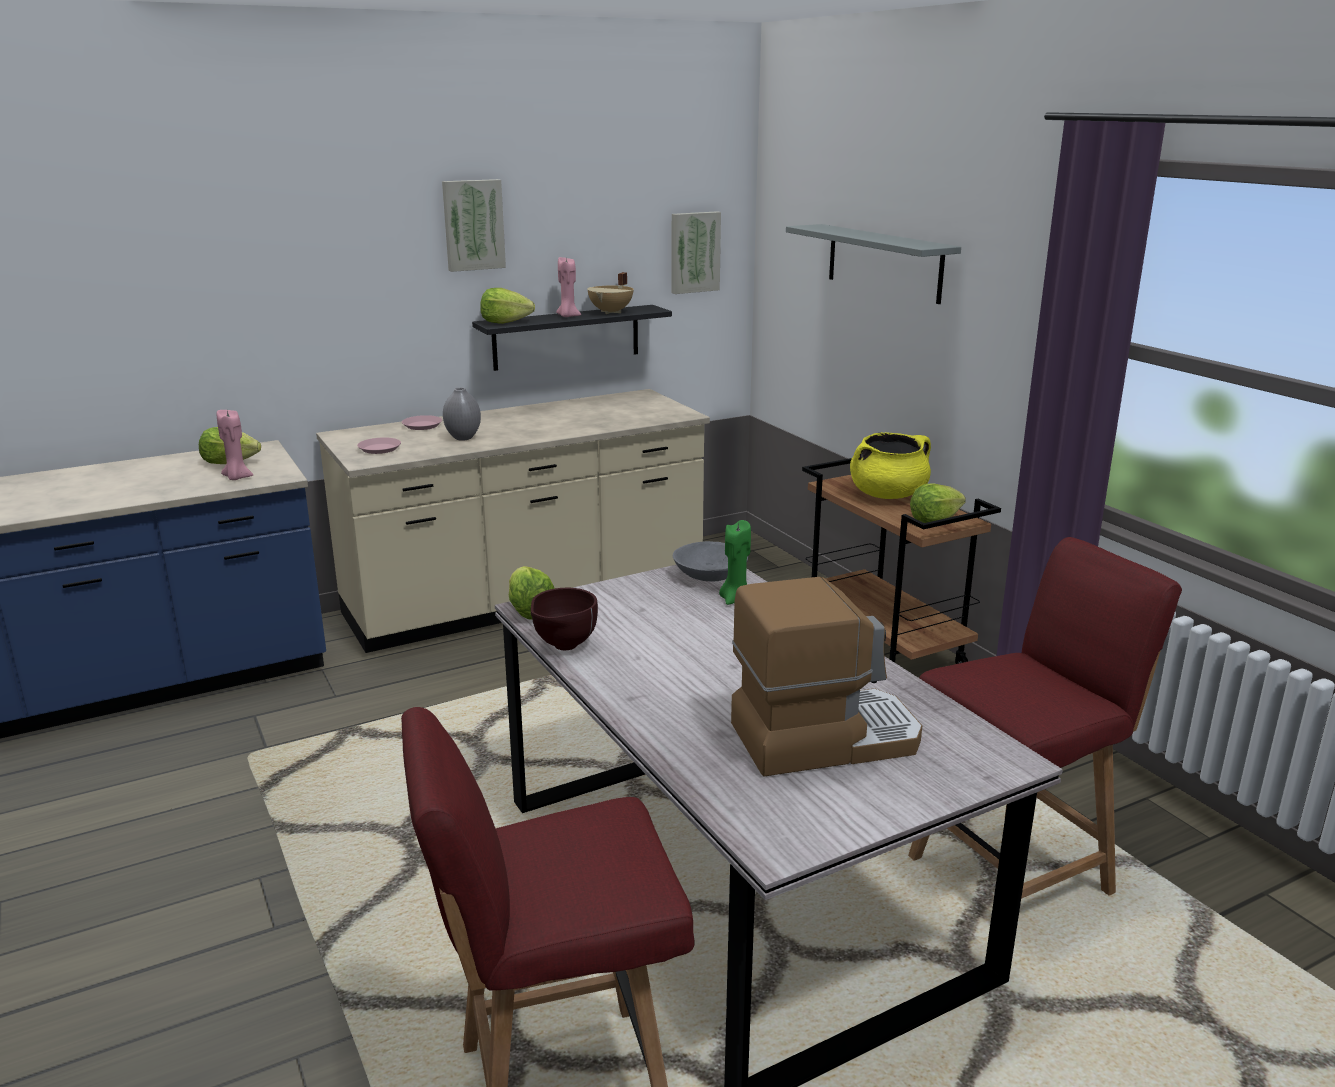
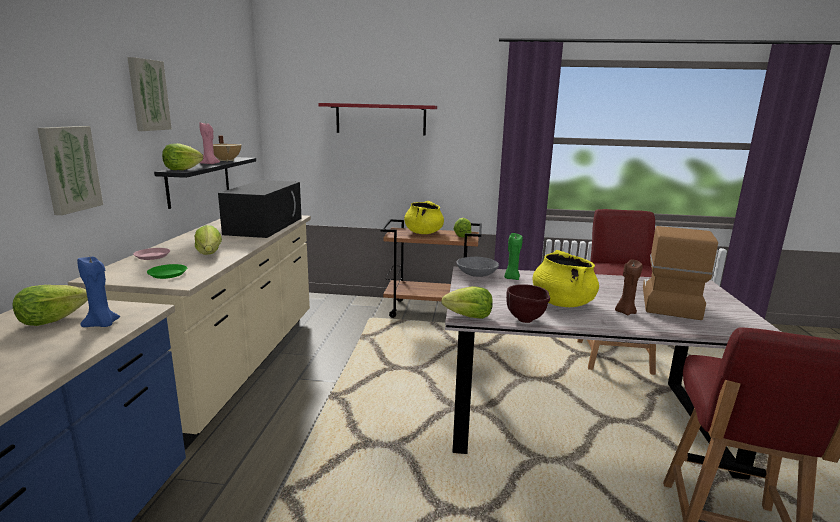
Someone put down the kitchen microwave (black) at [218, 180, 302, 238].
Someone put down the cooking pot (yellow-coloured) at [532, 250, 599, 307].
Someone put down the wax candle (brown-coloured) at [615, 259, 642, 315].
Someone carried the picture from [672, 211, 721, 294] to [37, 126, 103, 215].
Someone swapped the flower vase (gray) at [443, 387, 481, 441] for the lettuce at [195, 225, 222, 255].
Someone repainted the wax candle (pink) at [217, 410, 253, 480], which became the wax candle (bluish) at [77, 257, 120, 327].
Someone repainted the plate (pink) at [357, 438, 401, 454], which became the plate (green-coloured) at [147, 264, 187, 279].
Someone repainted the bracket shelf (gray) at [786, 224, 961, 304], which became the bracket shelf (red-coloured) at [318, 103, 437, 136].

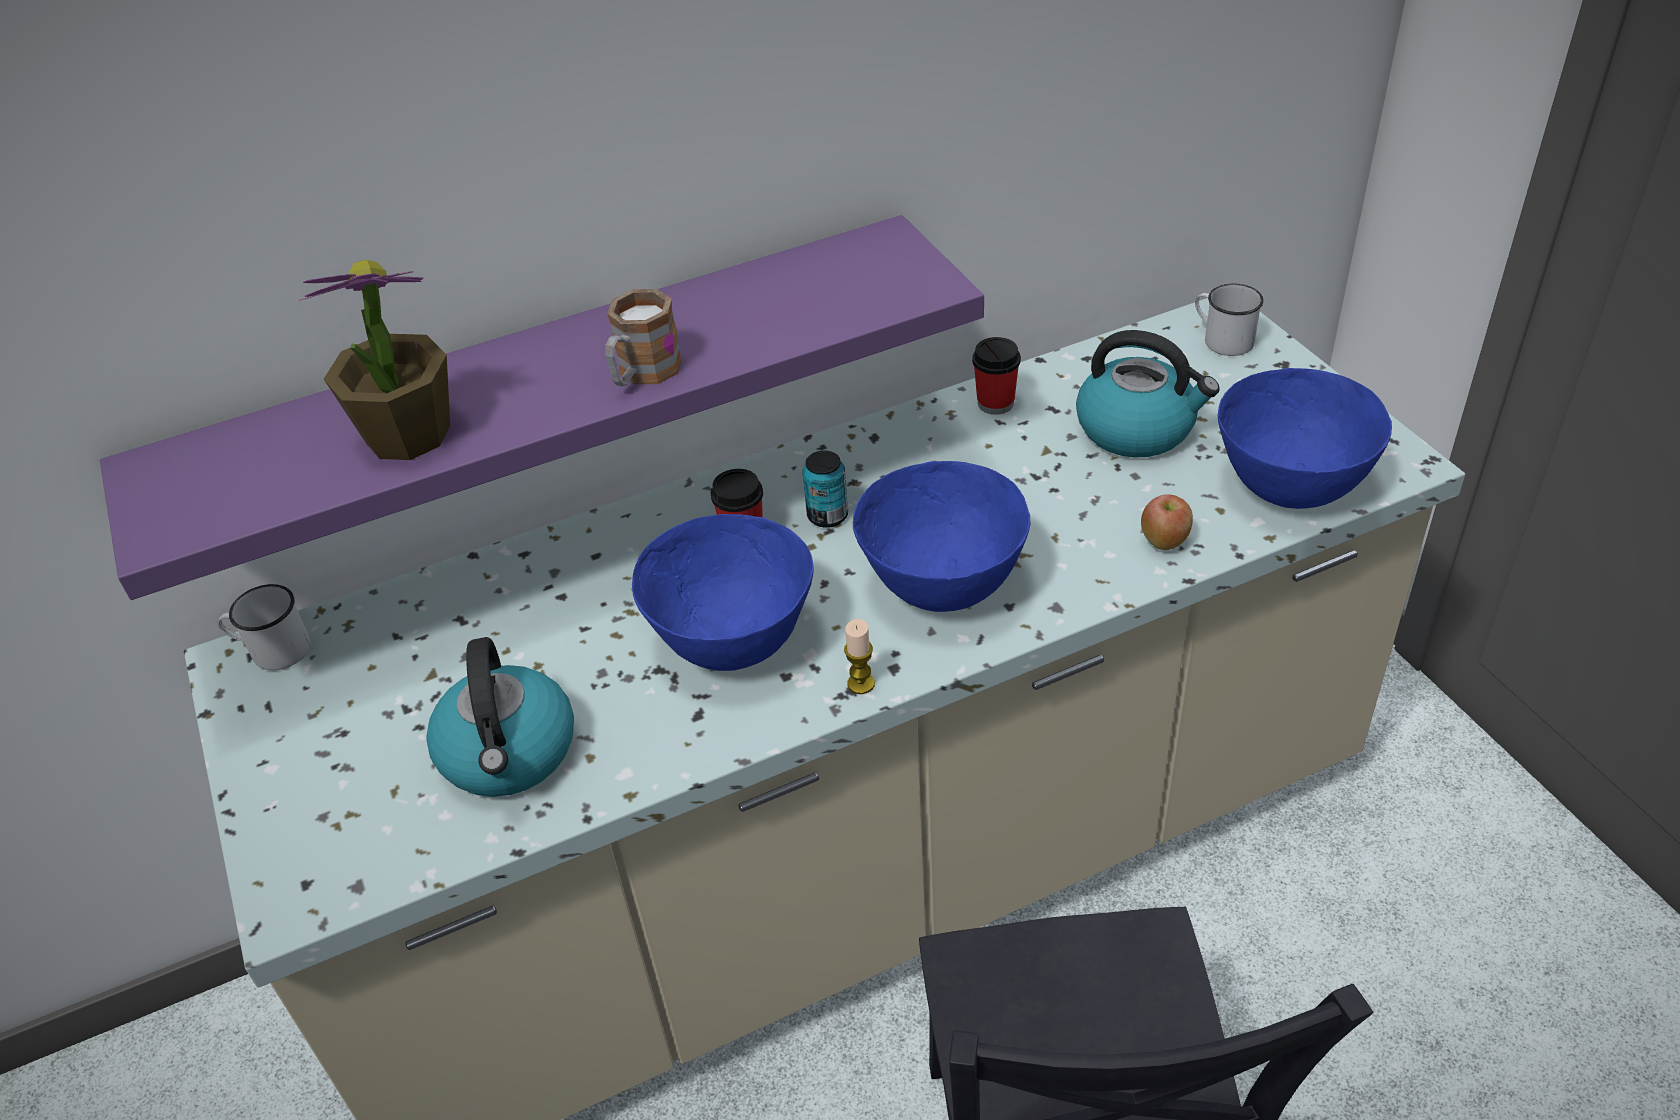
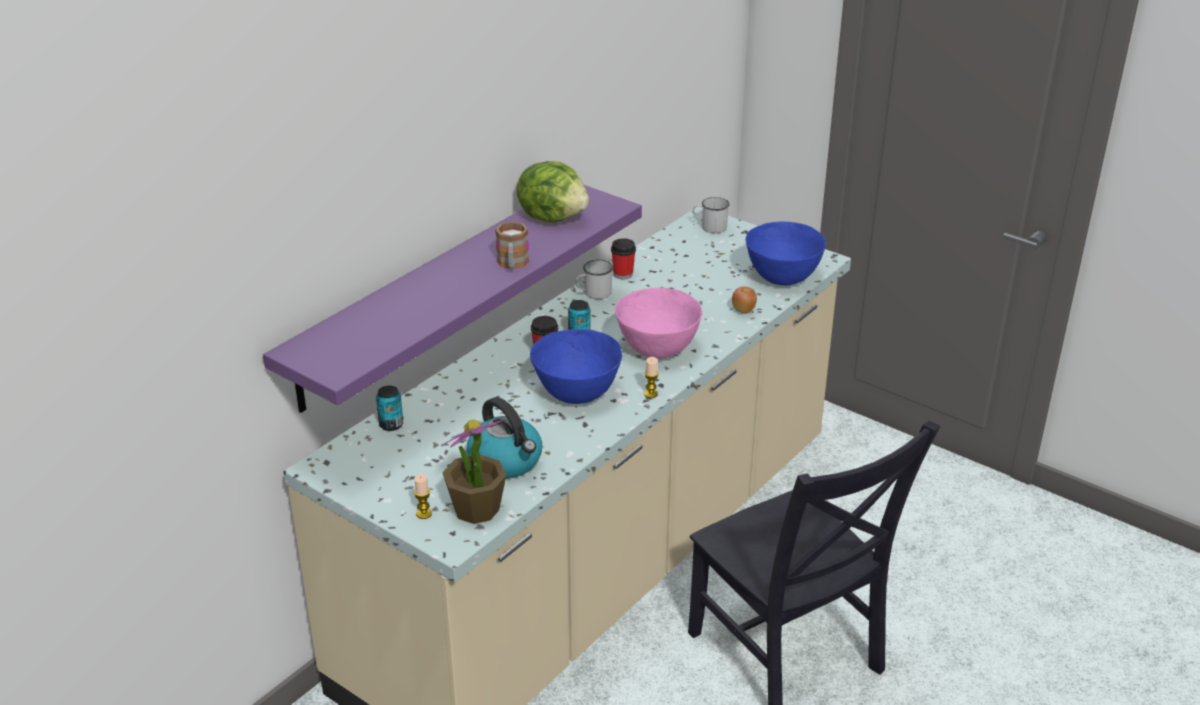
Someone took away the tea kettle at [1076, 330, 1220, 458].
Someone put down the metal can at [376, 386, 403, 431].
Someone put down the wax candle at [414, 474, 432, 519].
Someone put down the lettuce at [517, 161, 589, 222].
Someone carried the tea mug (white) from [218, 584, 311, 670] to [575, 260, 613, 299].
Someone carried the houseplant from [299, 260, 450, 460] to [441, 420, 506, 524].
Someone repainted the bowl (bluish) at [853, 461, 1030, 612], which became the bowl (pink) at [615, 288, 703, 359].

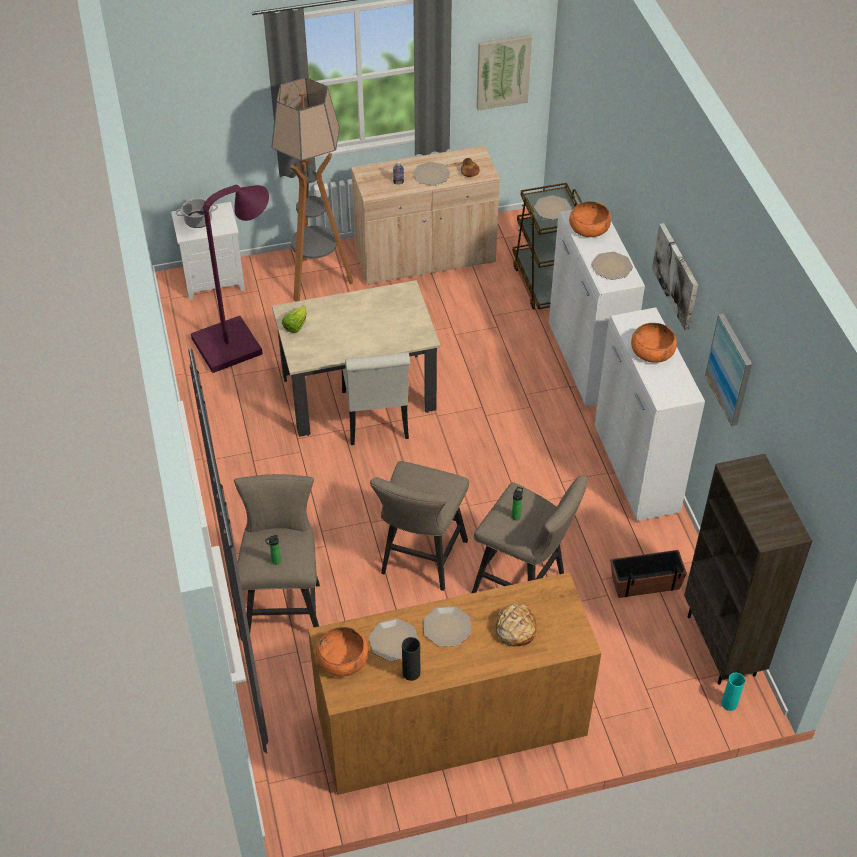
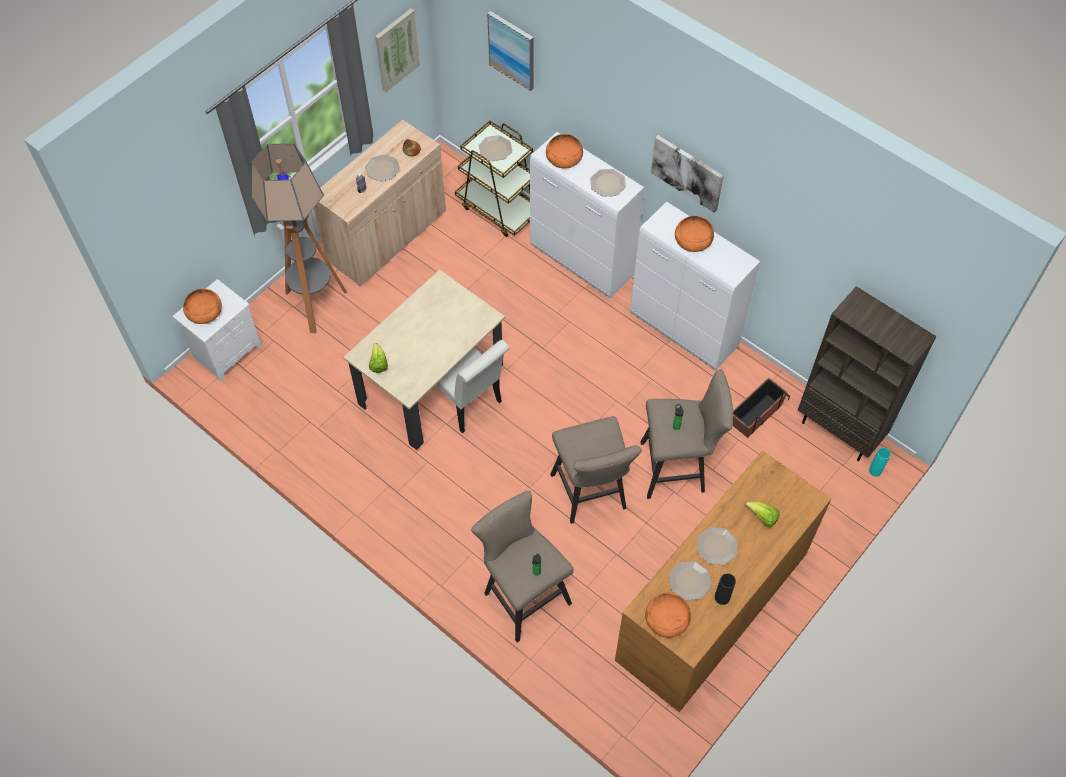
Someone took away the floor lamp (purple) at [191, 185, 269, 373].
Someone carried the picture from [705, 314, 752, 426] to [487, 11, 534, 91].
Someone swapped the cooking pot at [176, 198, 218, 228] for the bowl (orange-coloured) at [183, 289, 222, 324].
Someone swapped the bakery bread at [496, 603, 536, 647] for the lettuce at [745, 501, 780, 527].

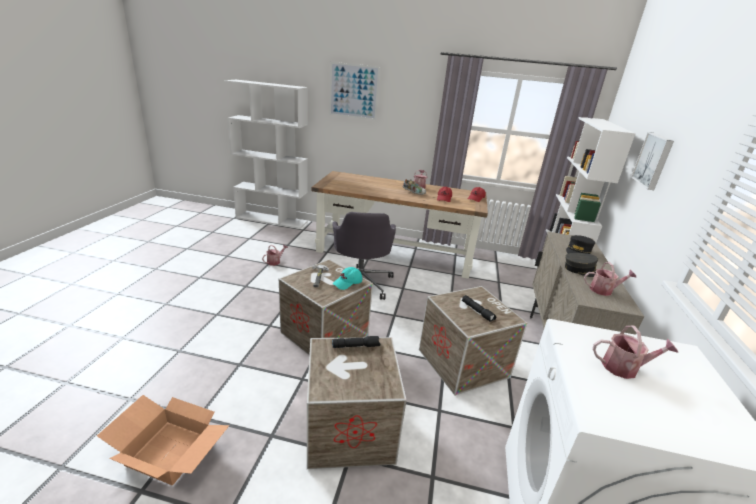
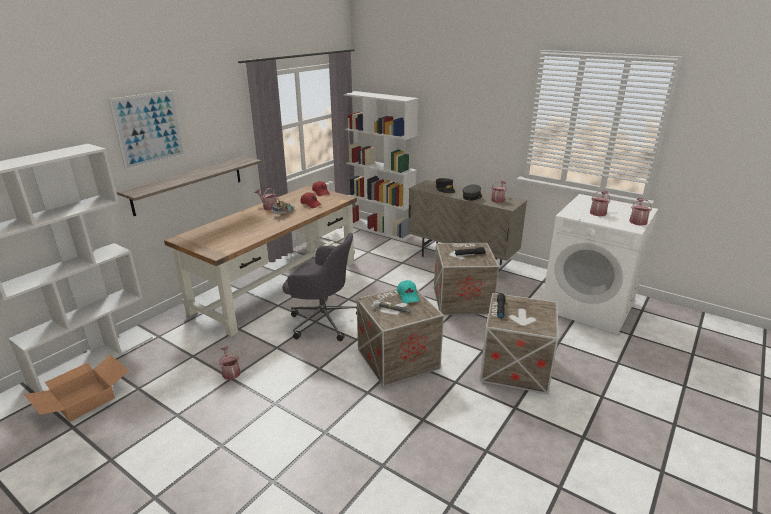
Someone took away the picture at [631, 132, 674, 190].
Someone put up the bracket shelf at [117, 156, 262, 216].
Someone put down the watering can at [629, 198, 652, 226].
Someone carried the carton from [97, 395, 230, 485] to [24, 354, 129, 422].

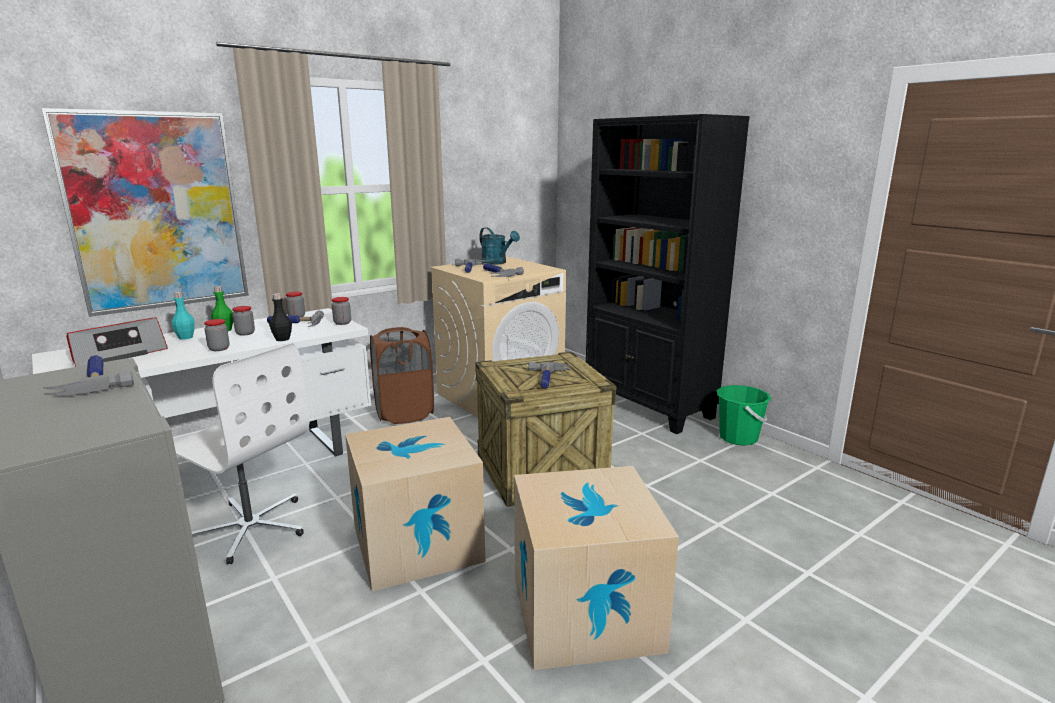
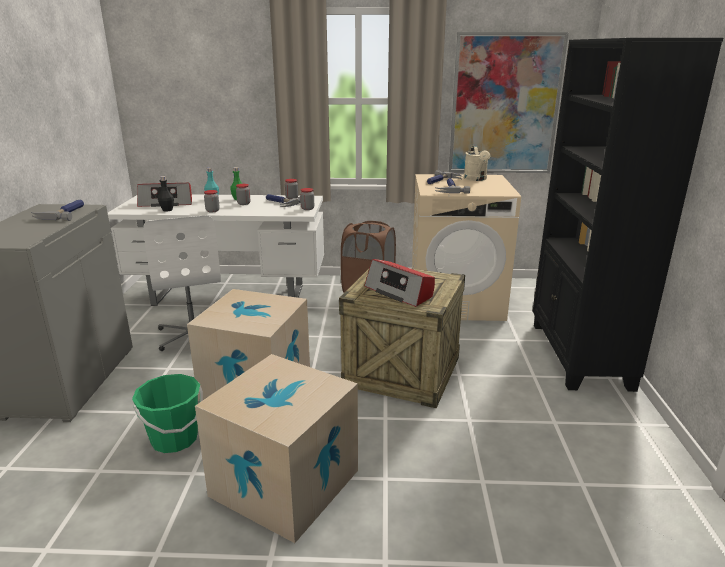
Someone carried the picture from [41, 108, 248, 317] to [449, 32, 569, 173].
Someone carried the bottle (black) from [269, 293, 292, 341] to [158, 176, 174, 212].
Someone carried the pail (green-coloured) from [716, 385, 771, 446] to [132, 374, 203, 453].
Someone swapped the tool hammer at [528, 362, 572, 389] for the radio set at [364, 259, 435, 307].
Someone repainted the watering can (turquoise-coloured) at [479, 227, 520, 265], which became the watering can (beige) at [464, 144, 490, 181].

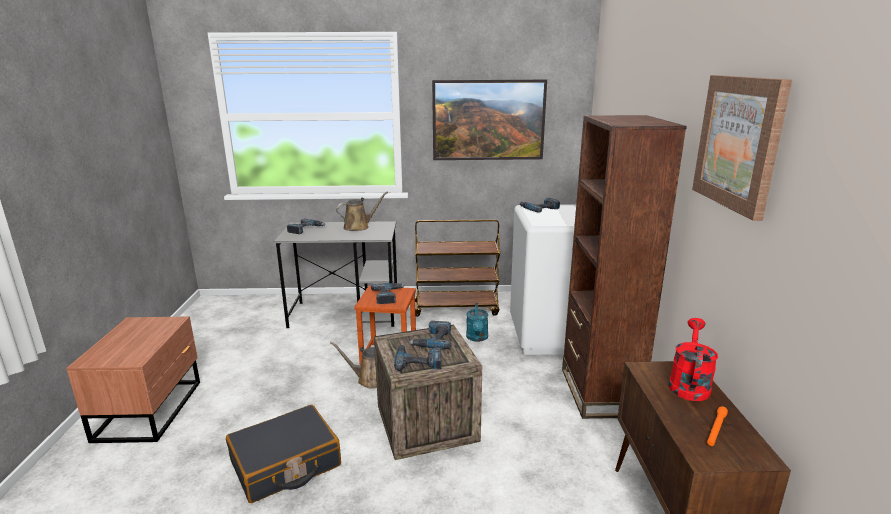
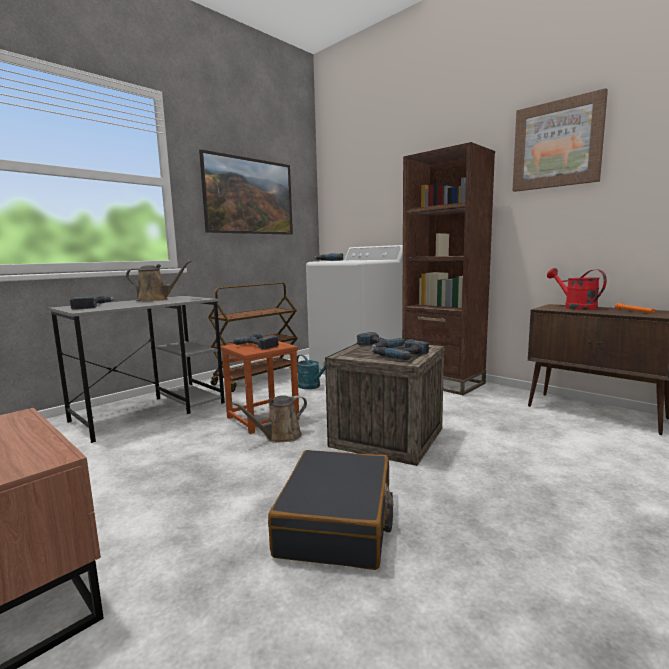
Someone rotated the watering can (brown-coloured) at [336, 192, 388, 231] by 75 degrees clockwise.

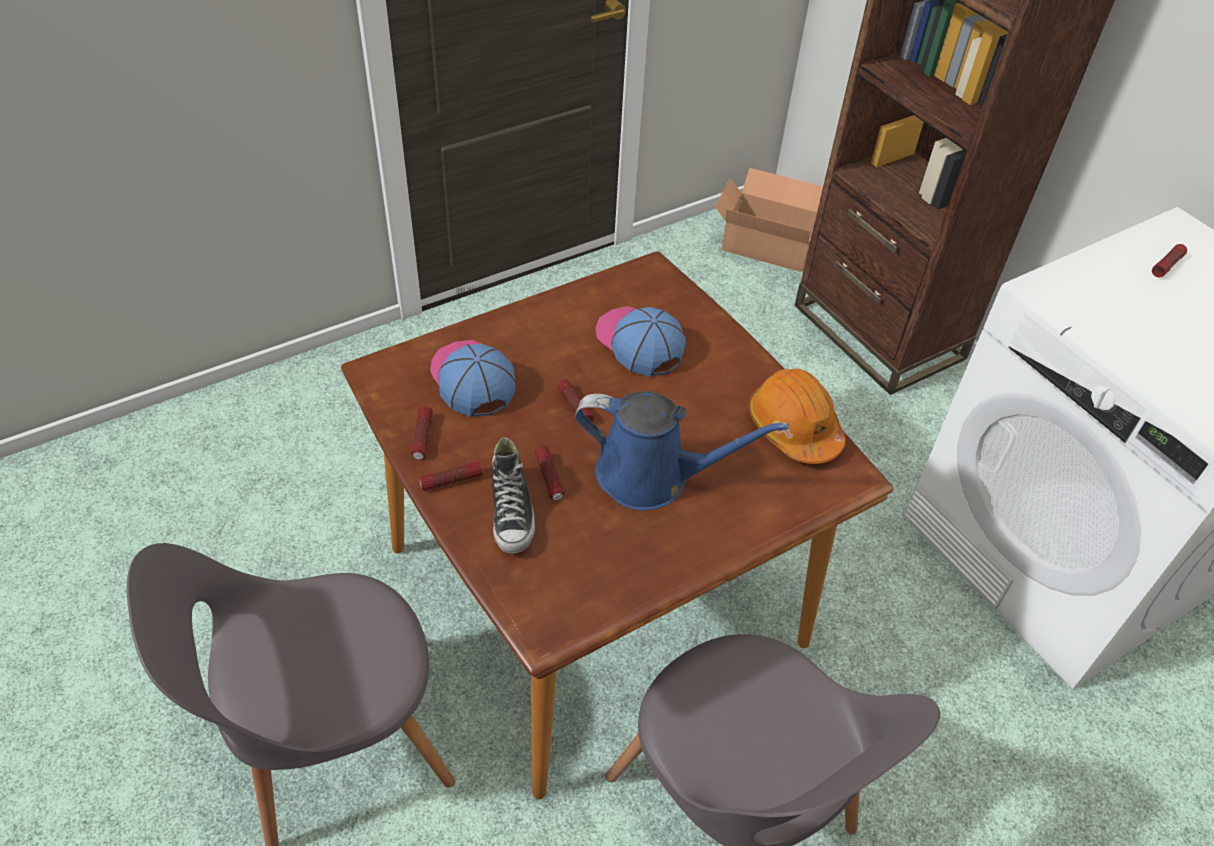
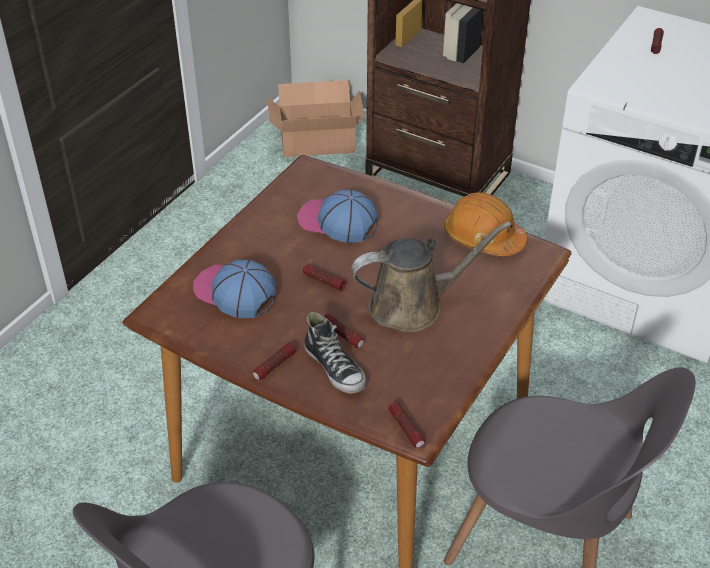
Someone carried the flashlight from [411, 406, 433, 460] to [388, 402, 425, 448].
Someone repainted the watering can (bluish) at [575, 391, 789, 511], which became the watering can (brown-coloured) at [351, 222, 511, 332].

